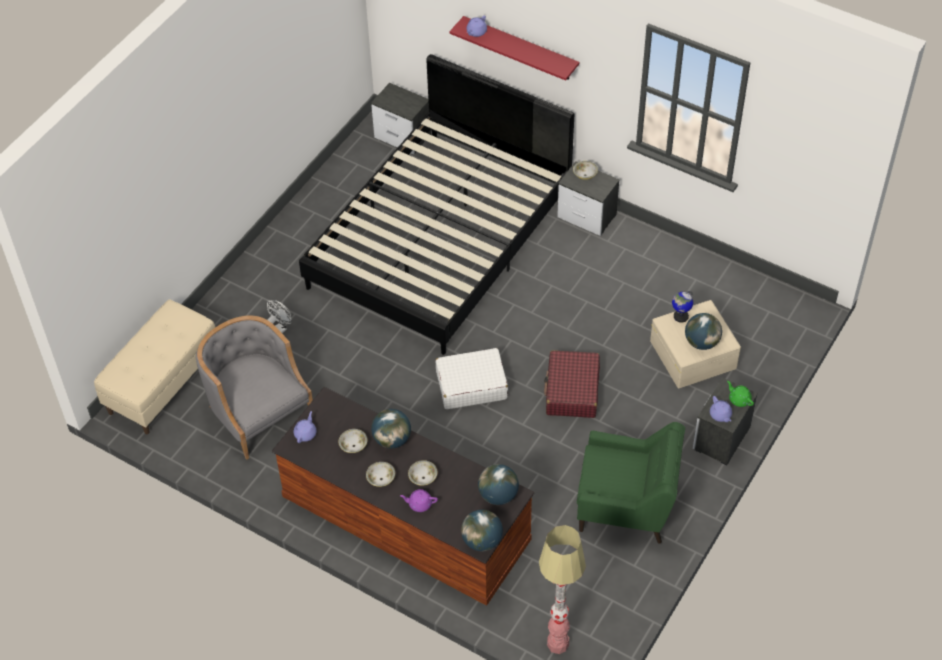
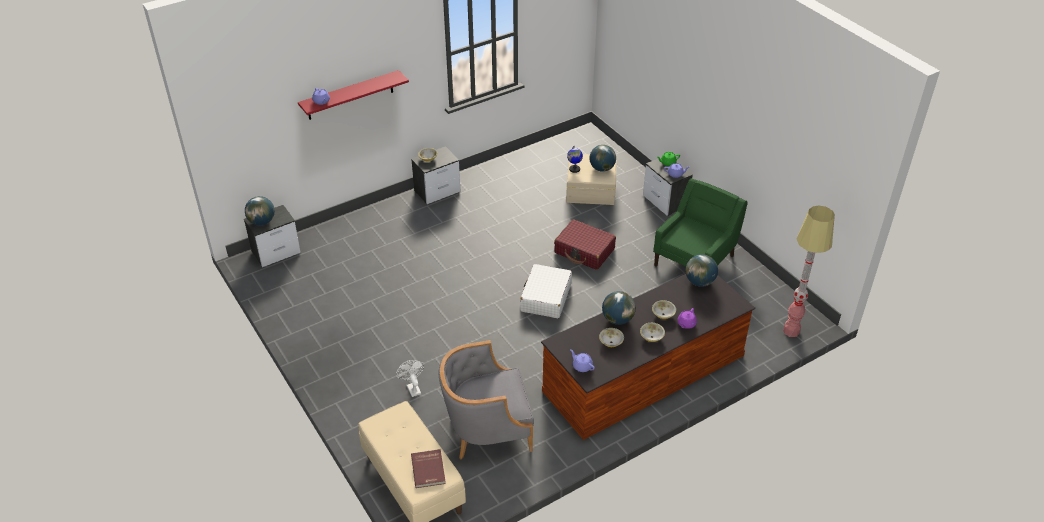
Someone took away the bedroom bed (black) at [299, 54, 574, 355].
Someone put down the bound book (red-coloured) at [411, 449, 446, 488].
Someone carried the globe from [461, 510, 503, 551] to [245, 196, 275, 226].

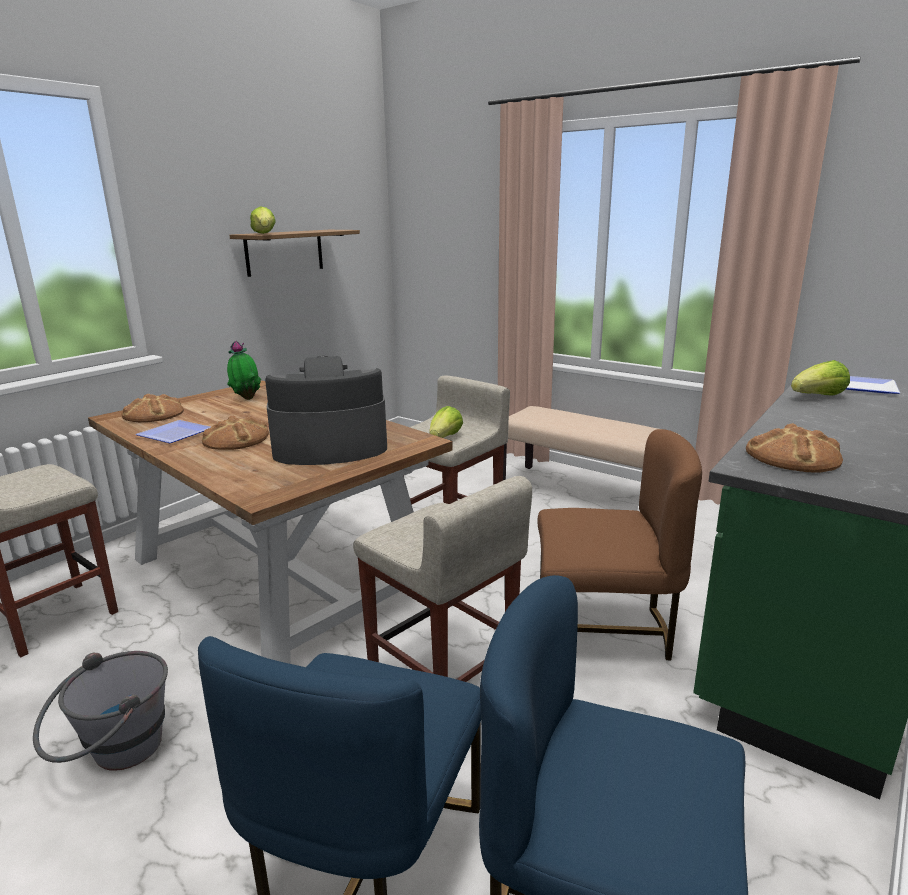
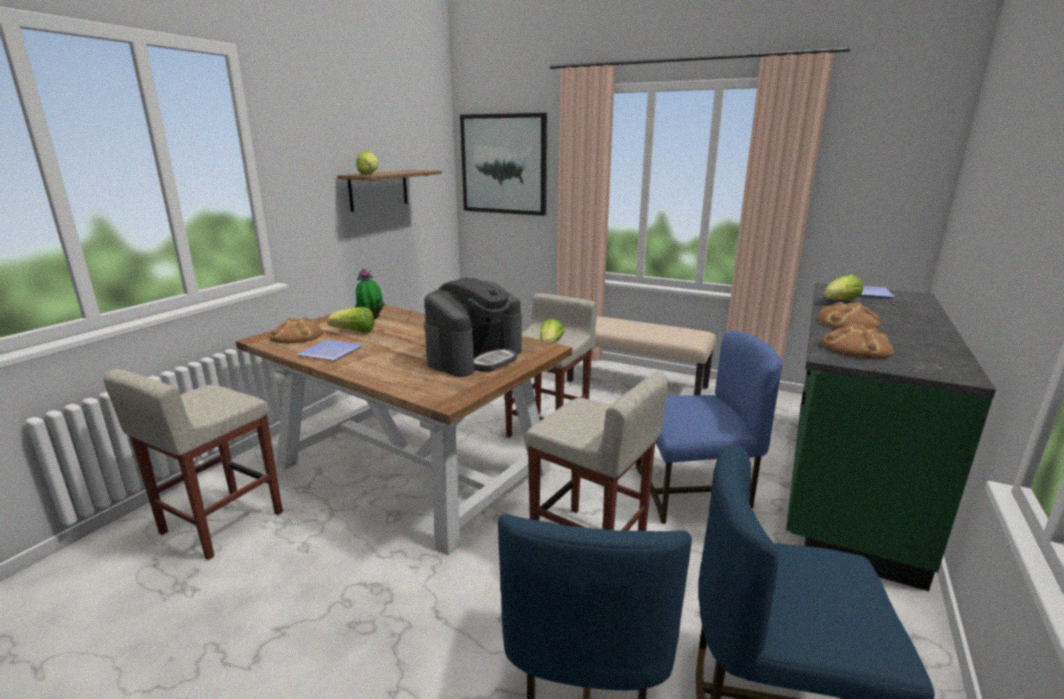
Someone took away the pail (gray) at [33, 651, 168, 771].
Someone put down the lettuce at [327, 307, 375, 333].
Someone put up the picture at [460, 113, 547, 216].
Someone carried the bakery bread from [202, 416, 269, 450] to [817, 302, 881, 329].
Someone repainted the chair (brown-coloured) at [537, 429, 702, 660], which became the chair (bluish) at [636, 331, 782, 524].
Someone rotated the coffee machine at [265, 356, 387, 465] by 150 degrees clockwise.

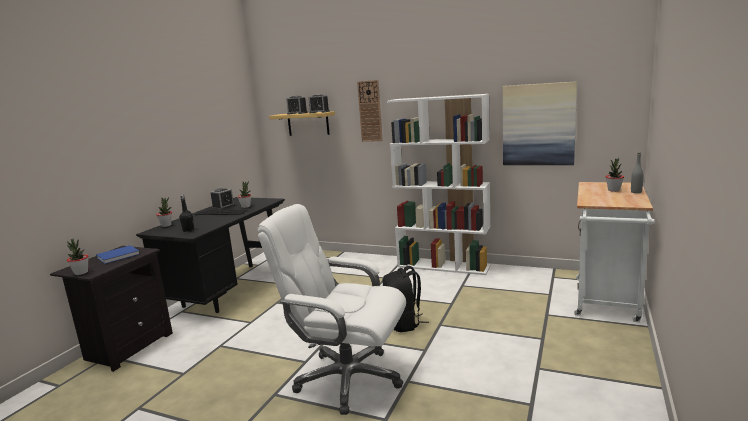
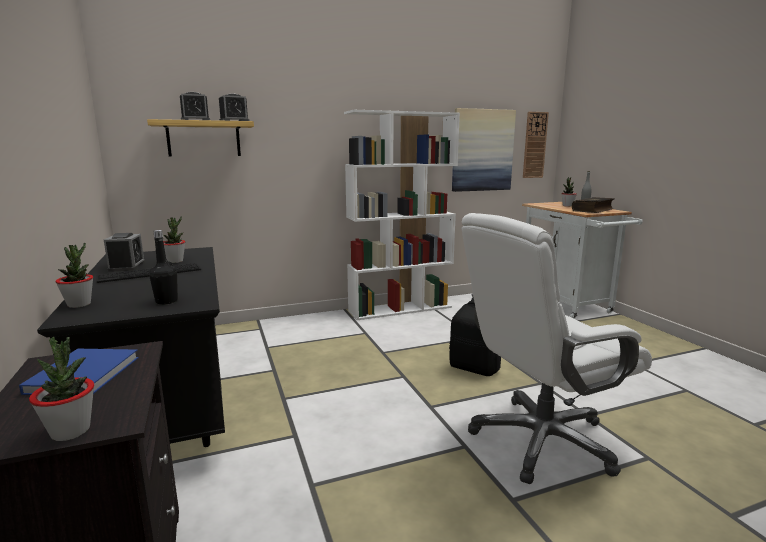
Someone put down the bound book at [572, 197, 615, 213].
Someone carried the wall clock from [357, 80, 383, 142] to [523, 112, 549, 178].

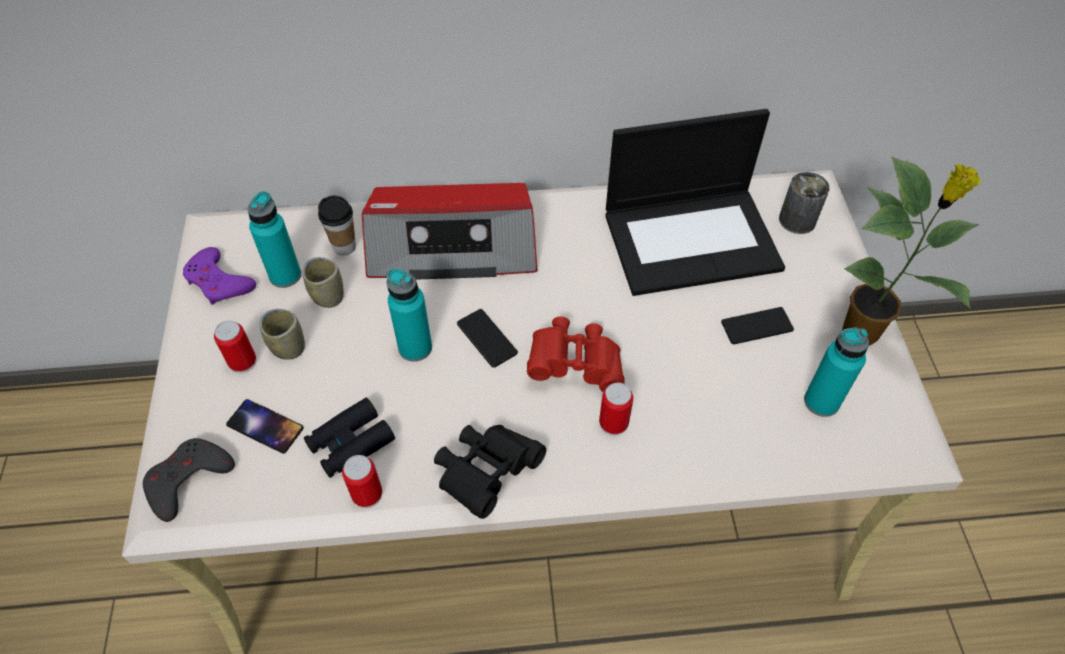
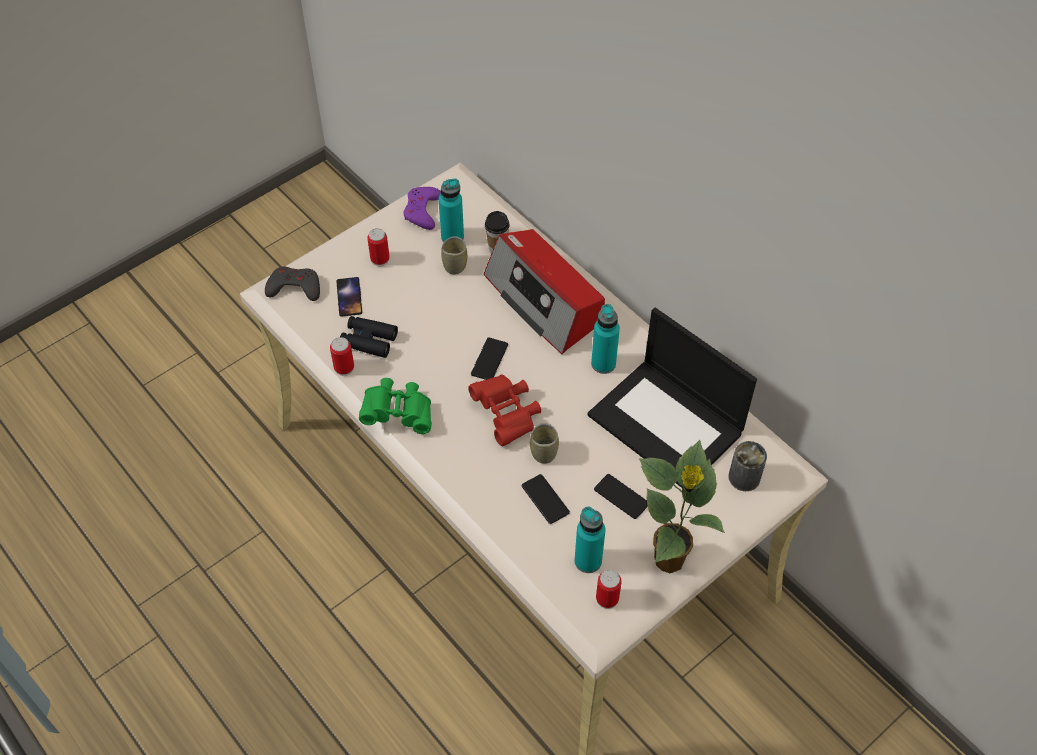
Someone put down the phone at [522, 474, 570, 524].
Someone carried the small cup from [259, 309, 305, 360] to [530, 423, 559, 464].
Someone carried the bottle (turquoise-coloured) from [386, 268, 432, 362] to [591, 304, 620, 374].
Someone carried the metal can from [599, 383, 633, 436] to [596, 570, 622, 609].
Someone repainted the pair of binoculars (black) at [434, 425, 546, 519], which became the pair of binoculars (green-coloured) at [359, 378, 432, 434].

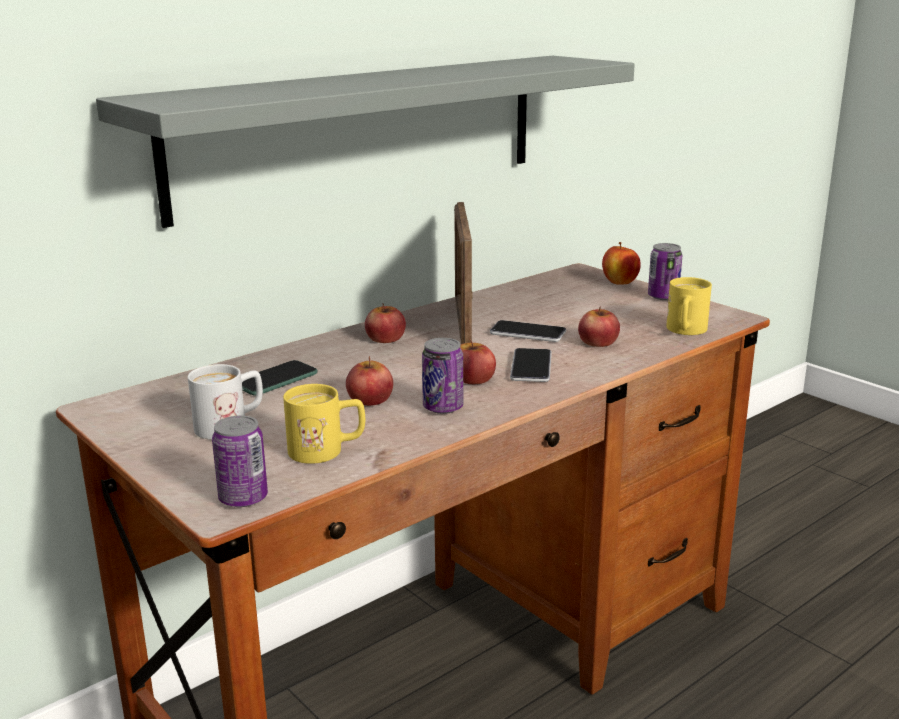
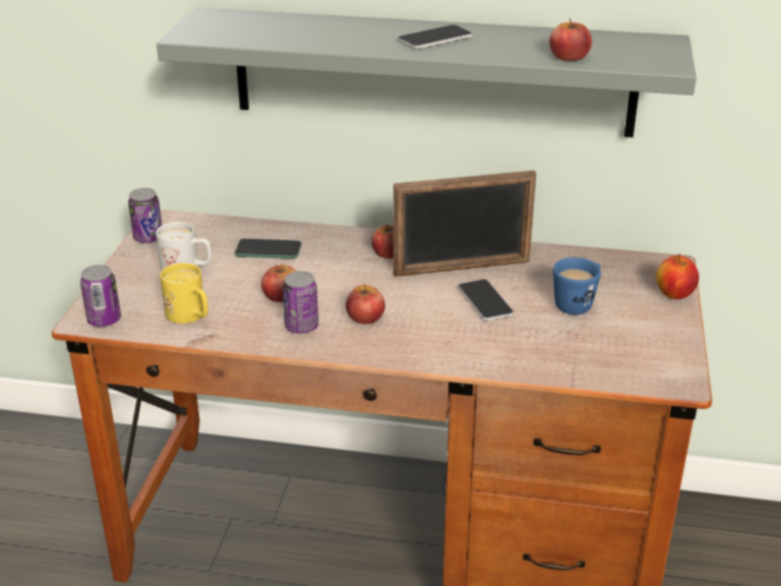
Someone took away the tea mug (yellow-coloured) at [666, 277, 712, 335].
Someone put down the tea mug (bluish) at [553, 257, 601, 315].
Someone carried the phone from [510, 348, 552, 382] to [398, 25, 473, 49].
Someone carried the apple fruit from [578, 306, 620, 347] to [549, 18, 592, 61].
Someone carried the metal can from [648, 243, 682, 300] to [128, 188, 162, 243].
Someone rotated the picture frame at [454, 202, 473, 344] by 150 degrees counterclockwise.

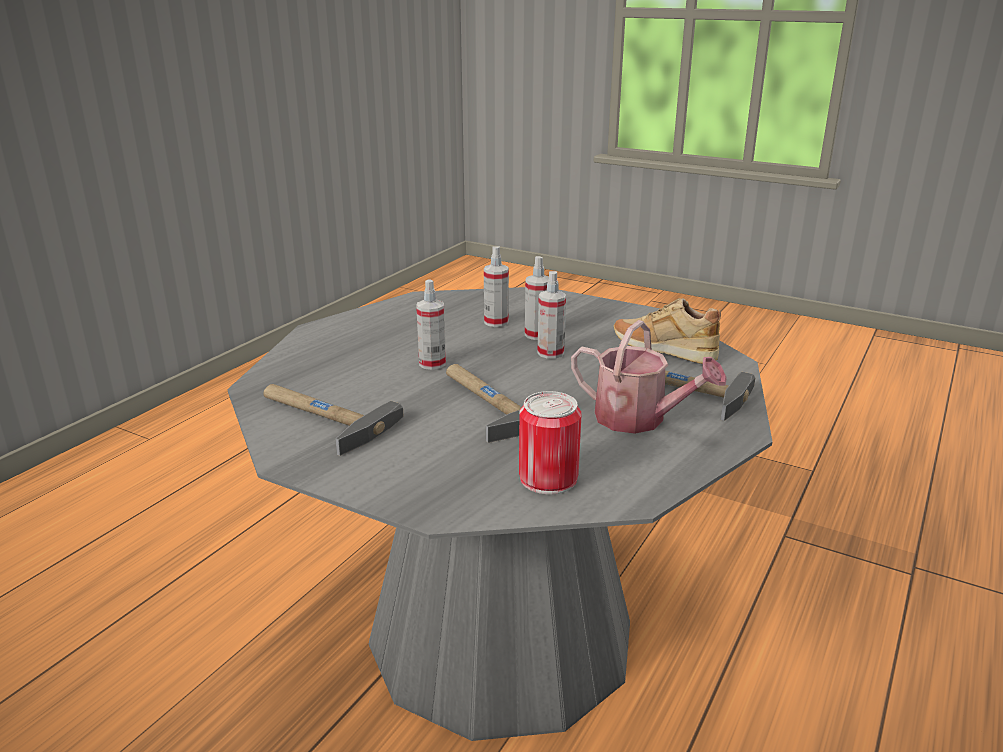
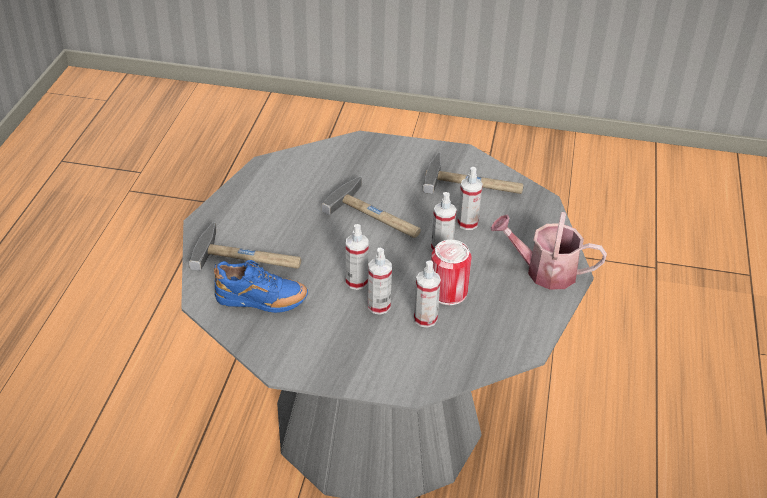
Someone put down the hand sprayer at [457, 167, 483, 230].
Someone carried the metal can from [519, 391, 582, 494] to [431, 240, 472, 305].
Someone carried the watering can from [571, 320, 727, 434] to [491, 212, 607, 290].
Someone repainted the item of footwear (beige) at [614, 298, 721, 364], which became the item of footwear (bluish) at [214, 260, 308, 313].

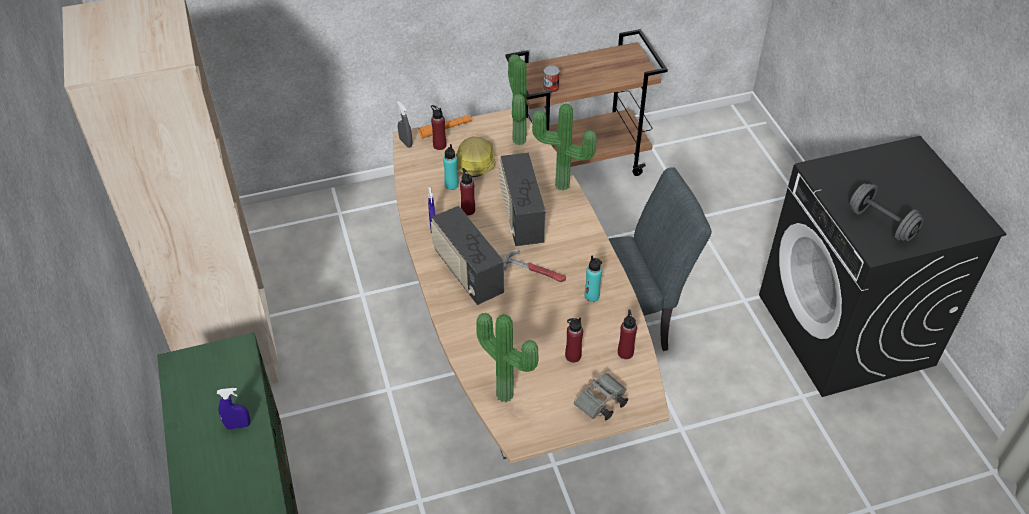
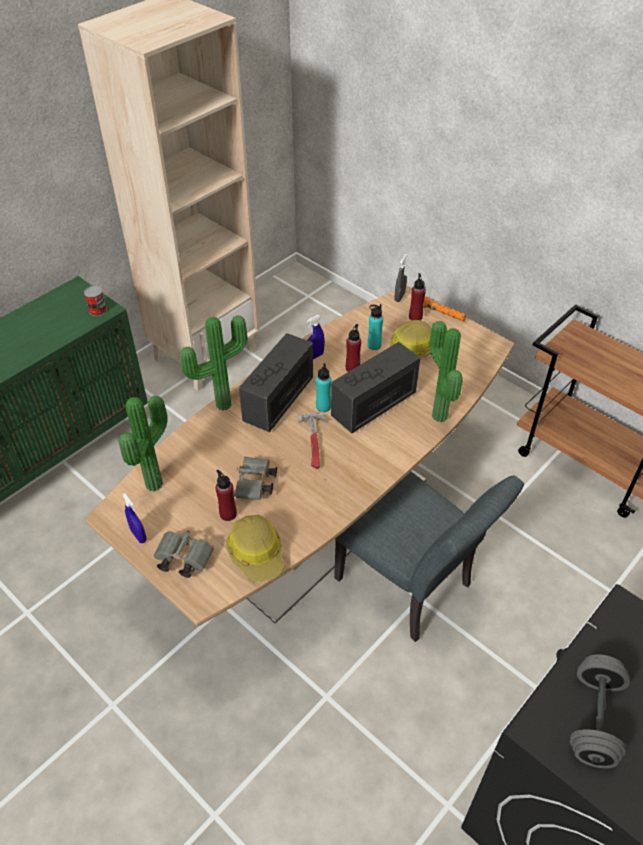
Someone put down the pair of binoculars (gray) at [234, 457, 277, 500].
Someone carried the hand sprayer (bluish) from [217, 388, 250, 429] to [122, 493, 147, 543].
Someone carried the houseplant from [508, 54, 527, 145] to [180, 315, 248, 411].
Someone carried the metal can from [543, 65, 560, 93] to [84, 286, 107, 316].
Someone carried the bottle (turquoise-coloured) from [585, 256, 602, 302] to [316, 363, 331, 412].
Someone swapped the bottle (red-coloured) at [618, 310, 637, 359] for the hard hat at [226, 514, 284, 583].

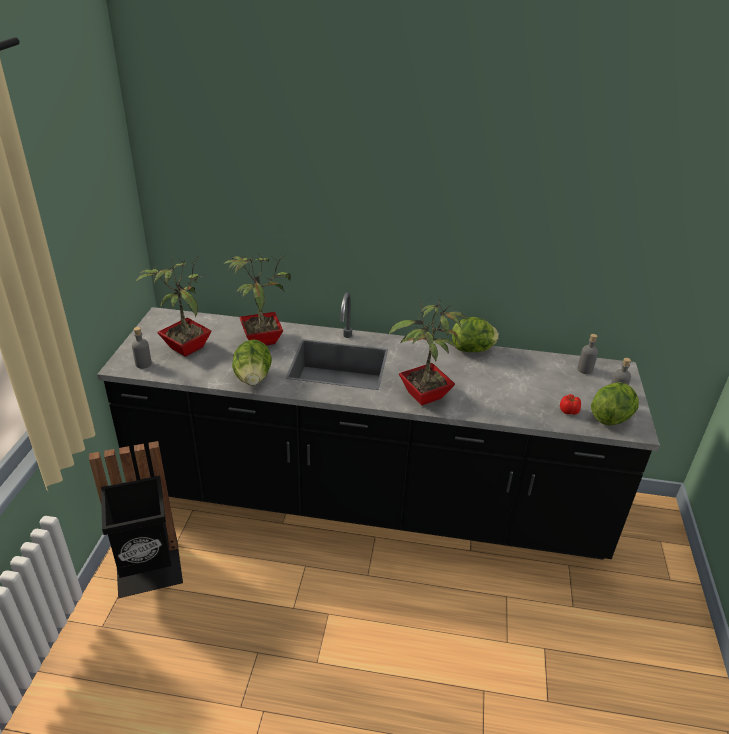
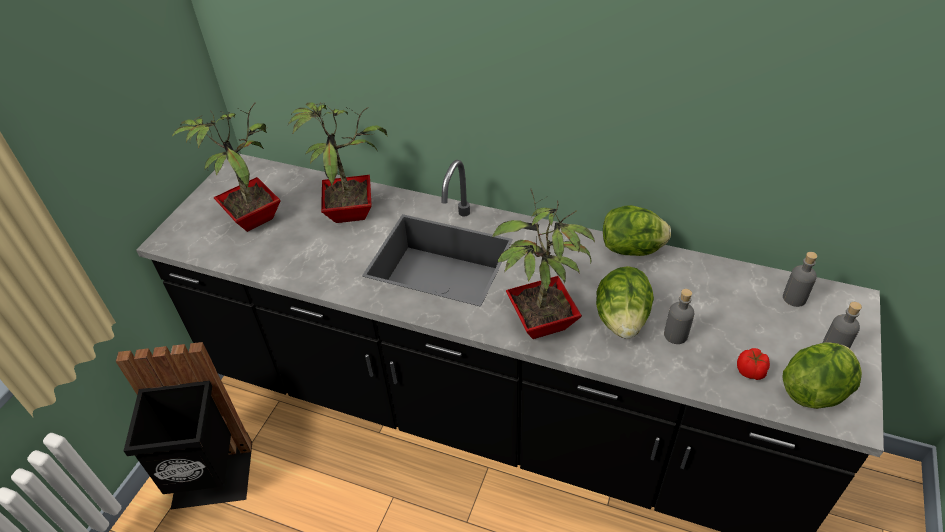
Someone carried the bottle (gray) from [132, 327, 152, 369] to [664, 289, 694, 344].
Someone carried the lettuce from [232, 339, 272, 386] to [596, 266, 654, 339].

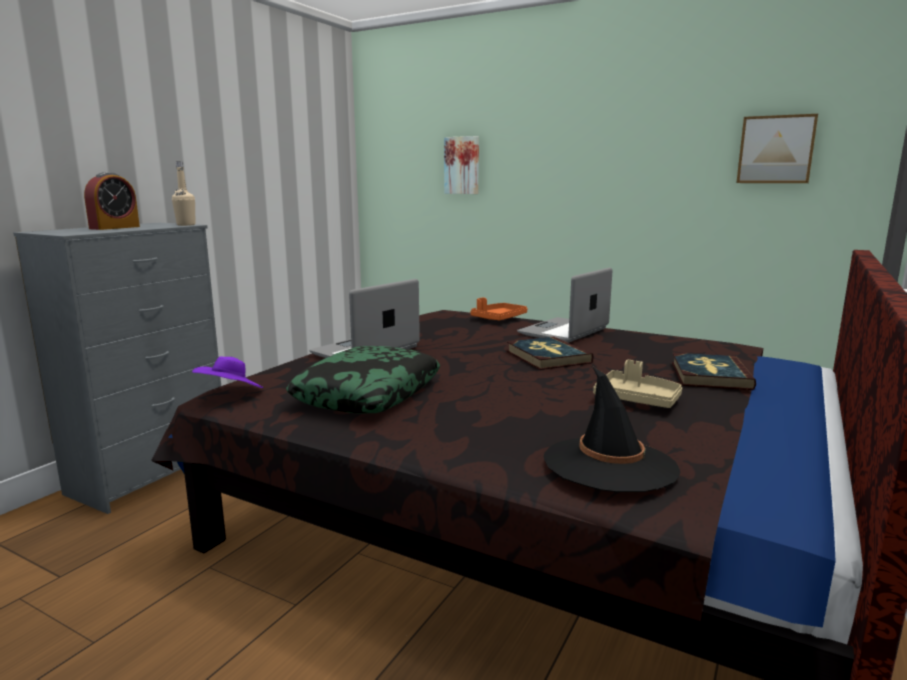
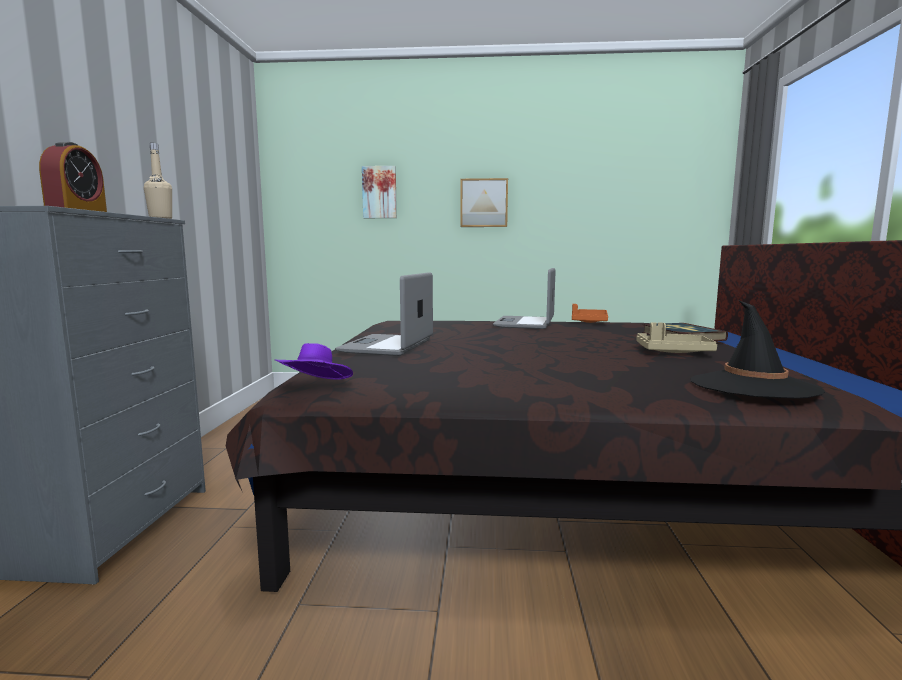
Someone took away the pillow at [286, 346, 441, 414].
Someone took away the bound book at [506, 337, 594, 370].
Someone carried the serving tray (orange-coloured) from [471, 297, 527, 320] to [572, 304, 608, 323].
Someone carried the picture from [736, 114, 818, 183] to [460, 178, 508, 227].

